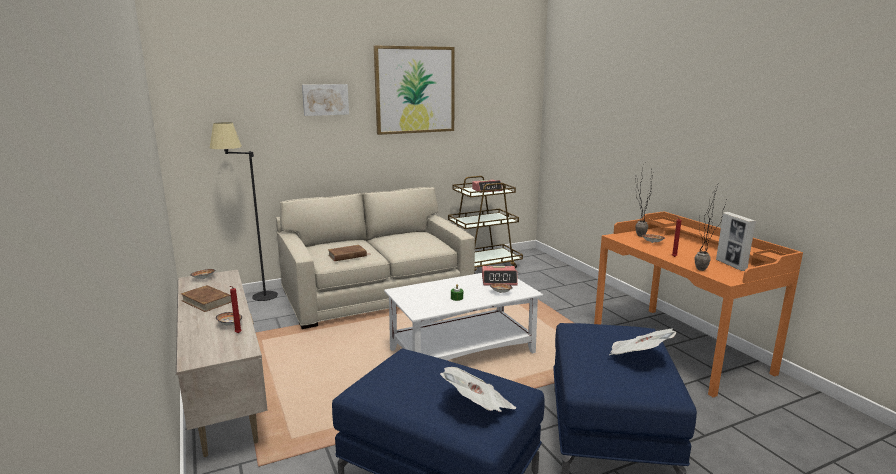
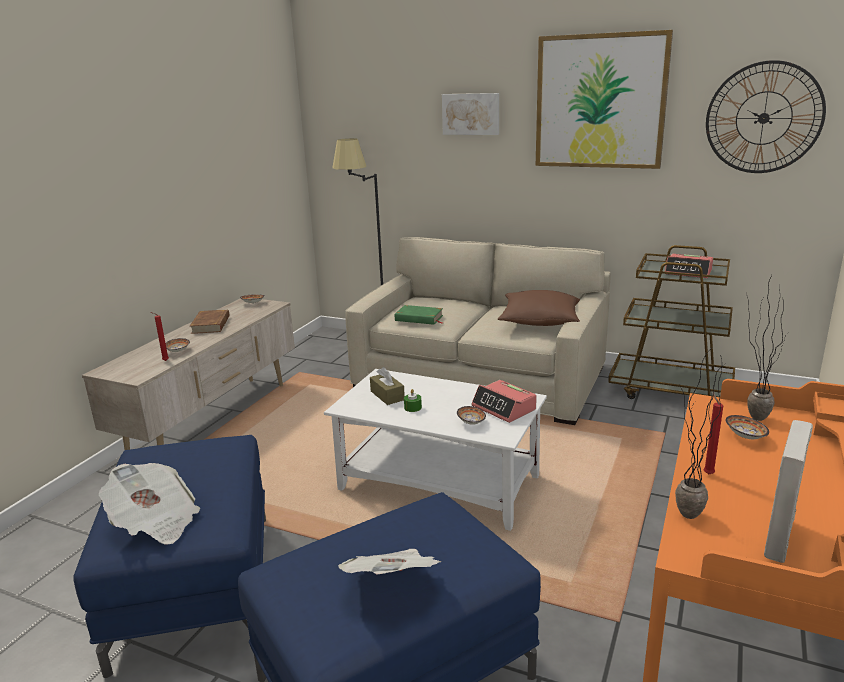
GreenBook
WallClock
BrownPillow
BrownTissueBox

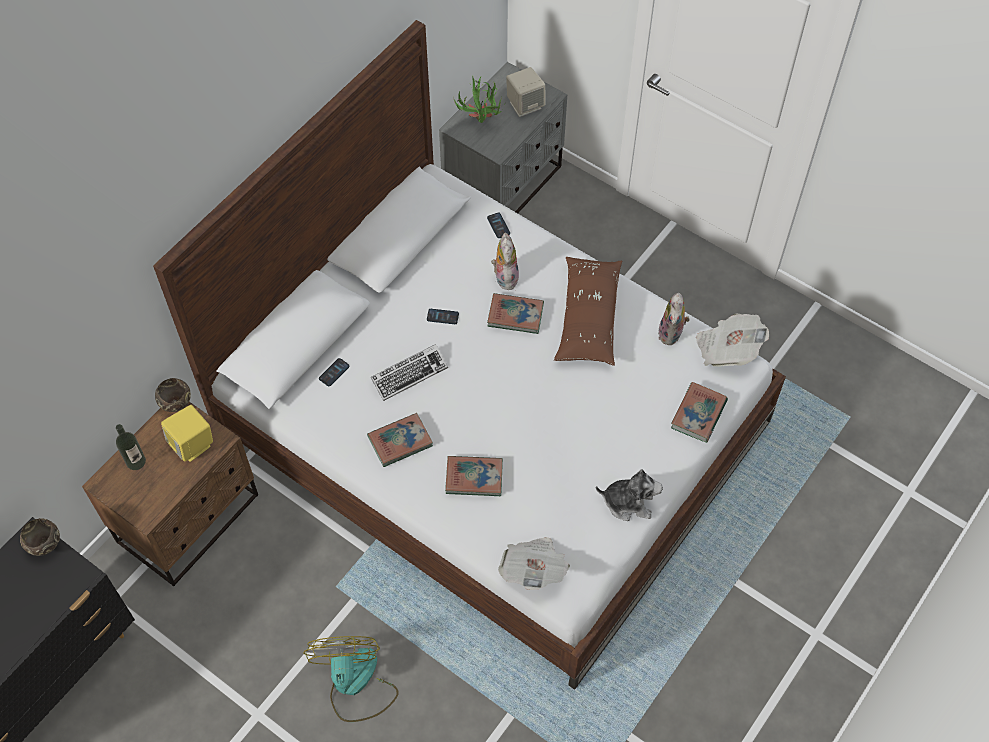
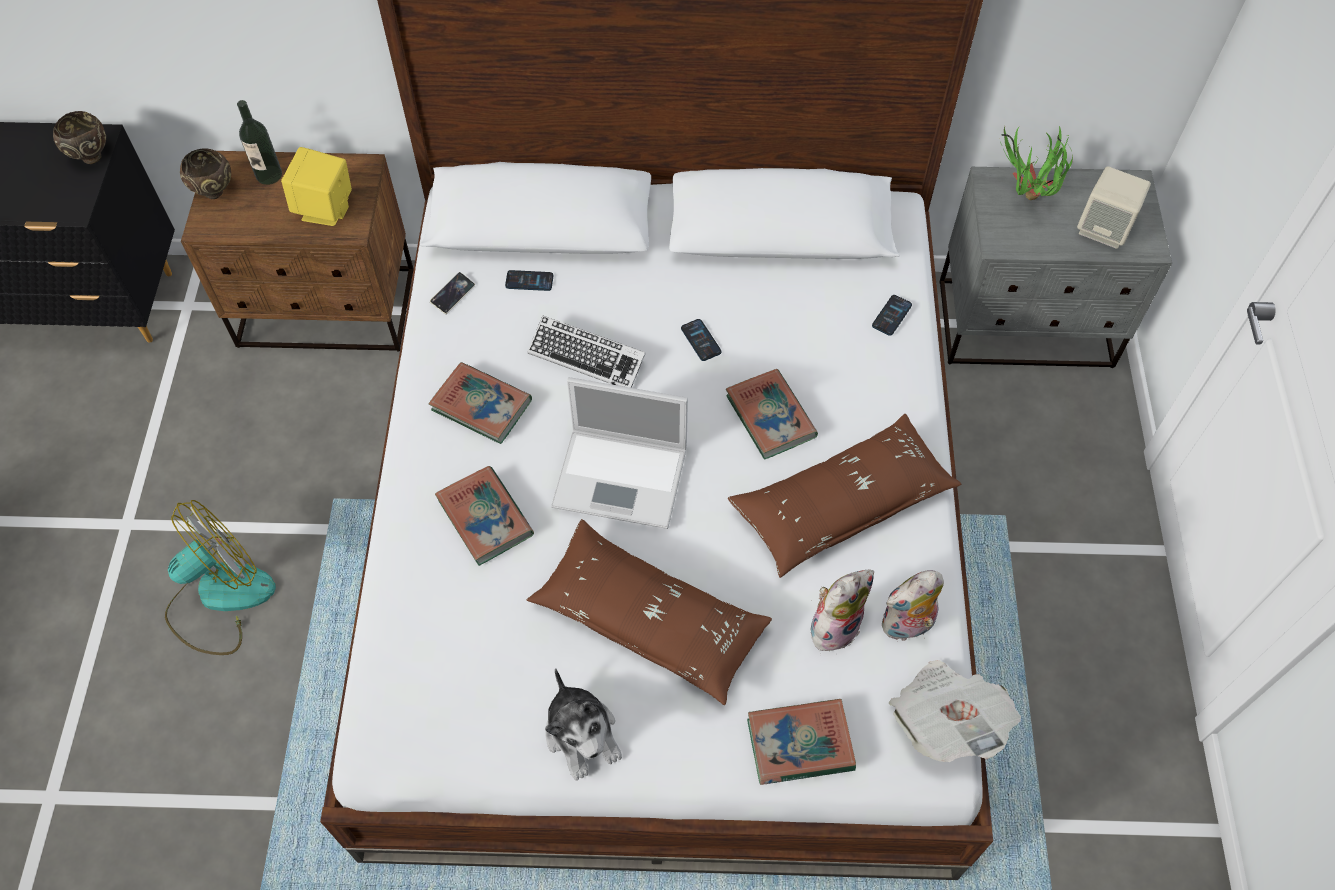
PlushToy (2nd from left)
BrownBowl (2nd from left)
Newspaper (1st from left in the first image)
Phone (1st from left)
Laptop
BrownPillow (1st from left)

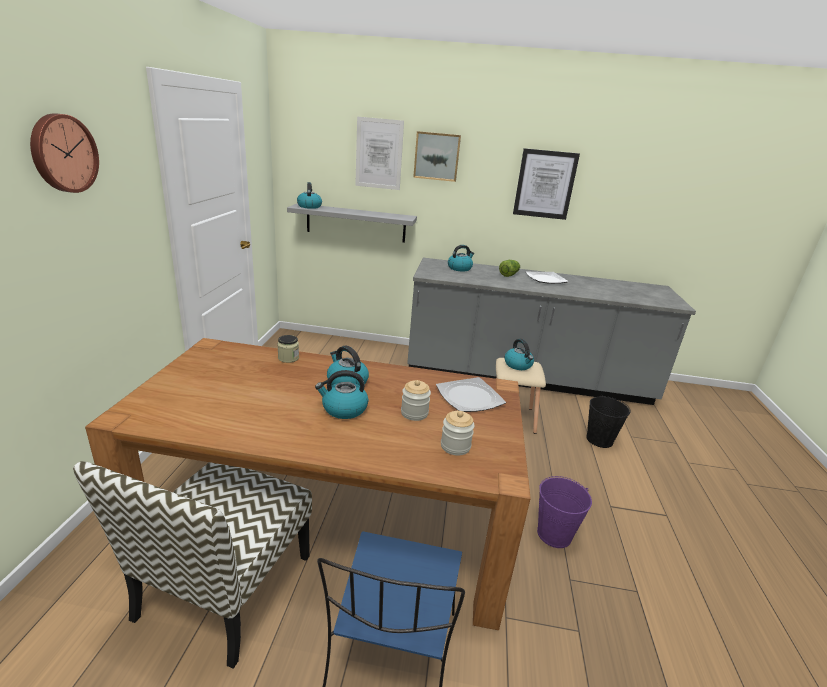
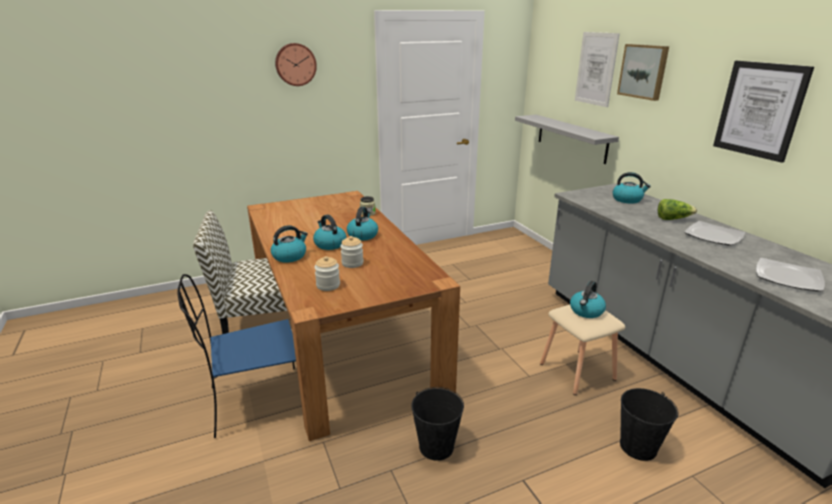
Kettle (1st from left)
Plate (2nd from left)
BlackBucket (1st from left)

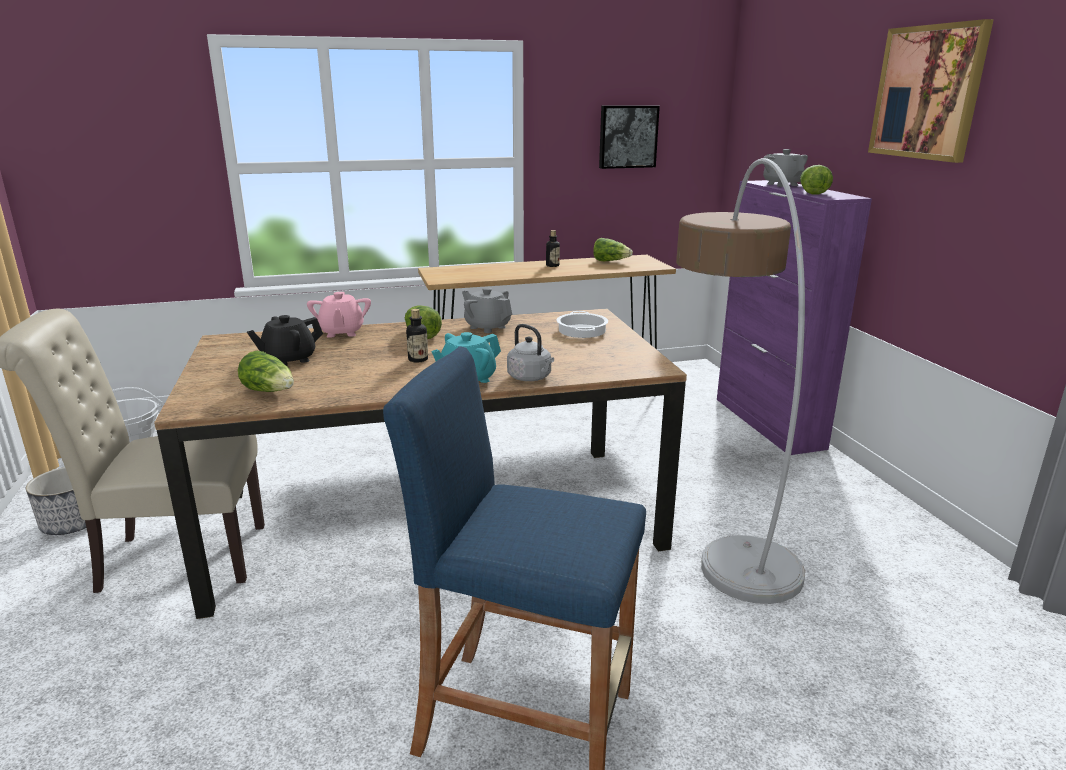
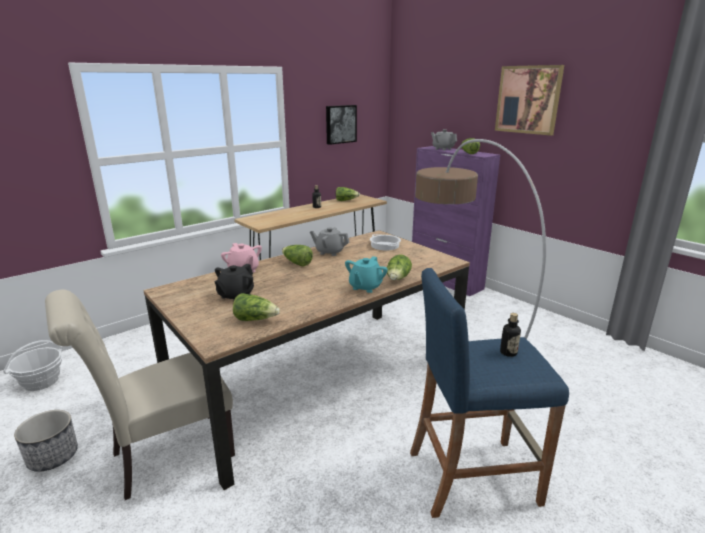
Bottle (2nd from left)
Lettuce (4th from left)

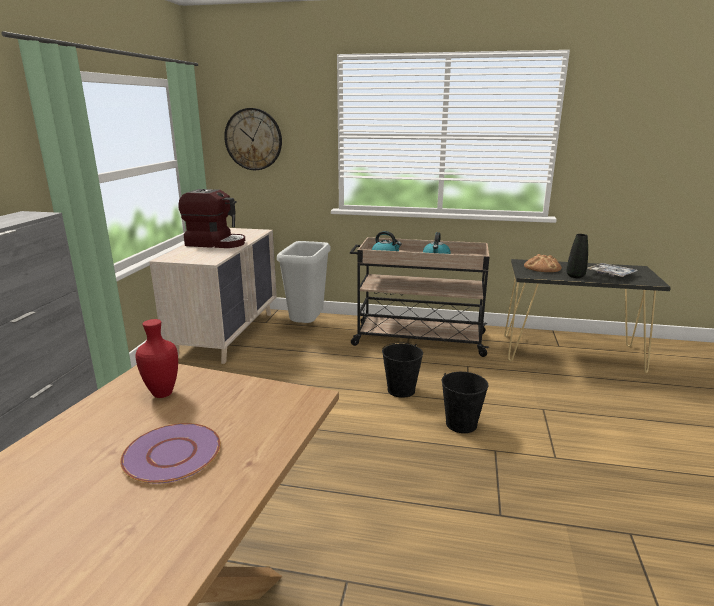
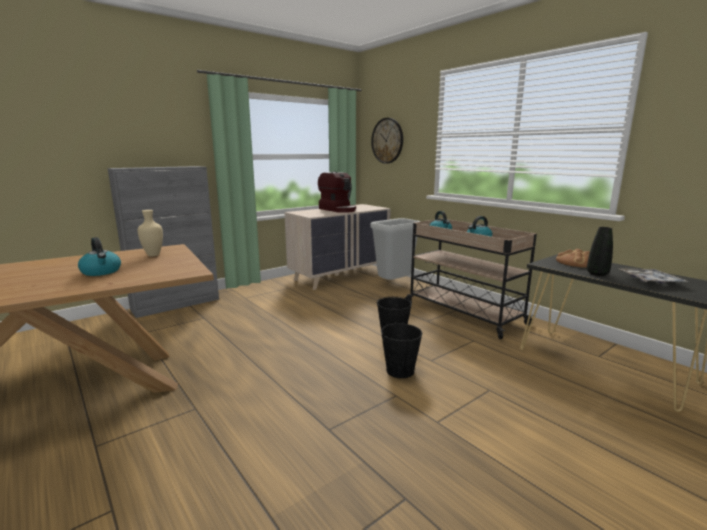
BeigeVase
Kettle (1st from left)

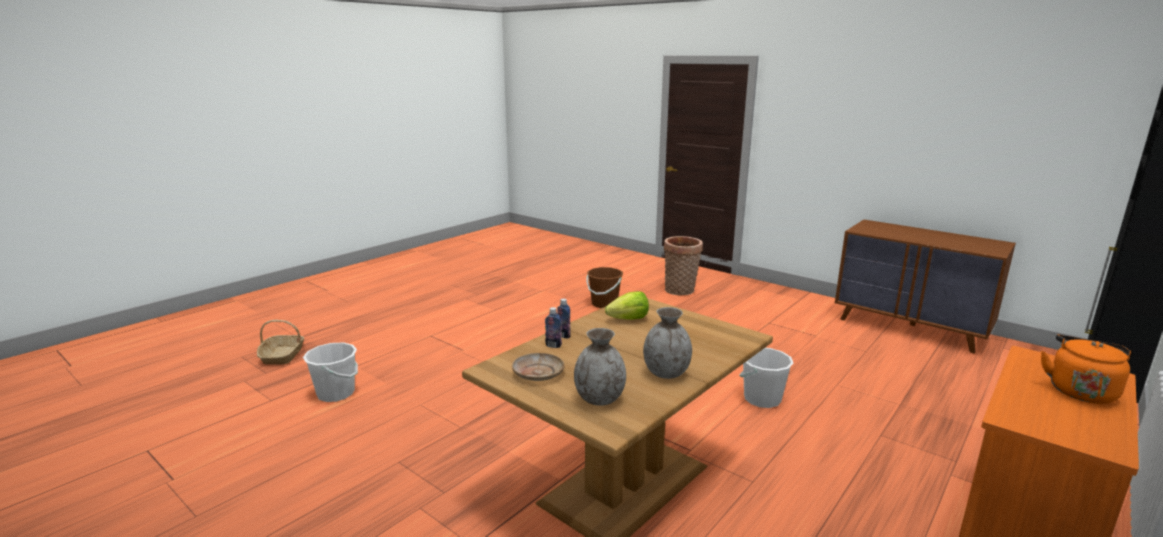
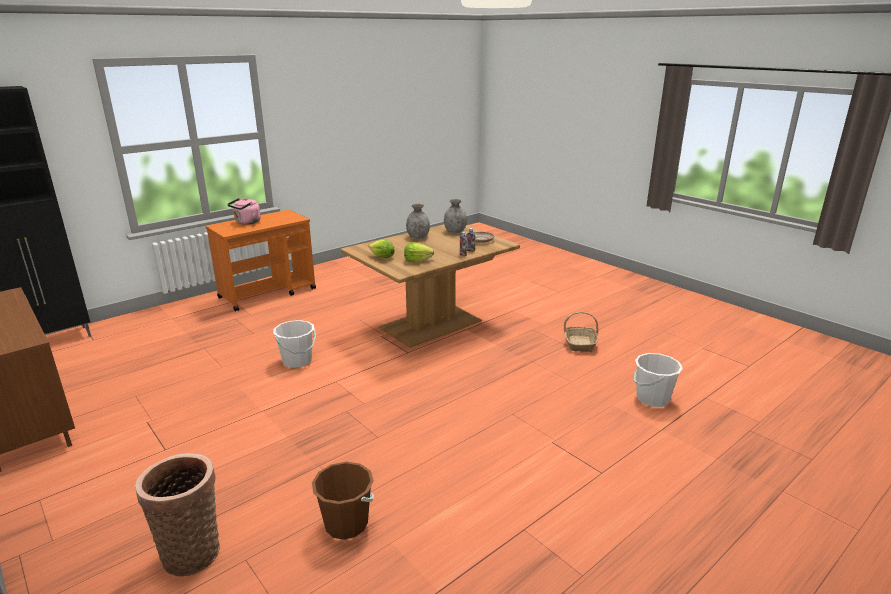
Basket (2nd from left)
PinkKettle
Lettuce (1st from left)

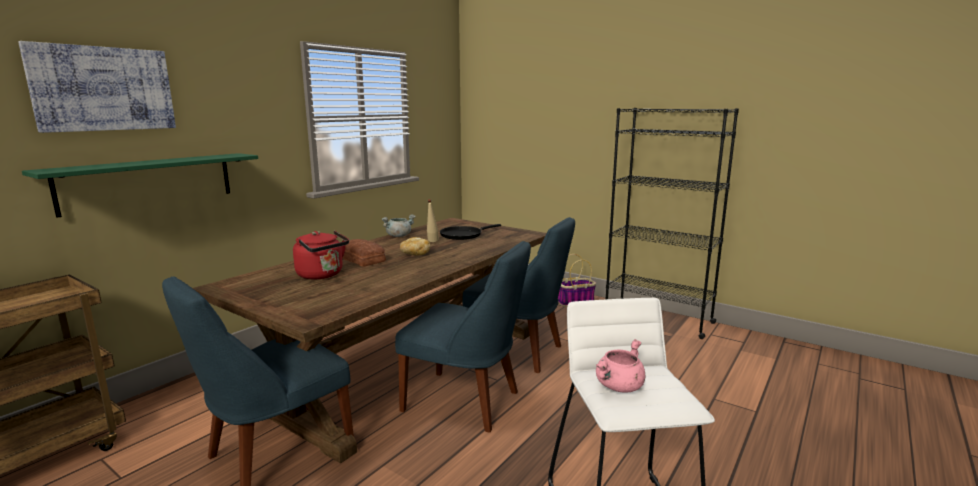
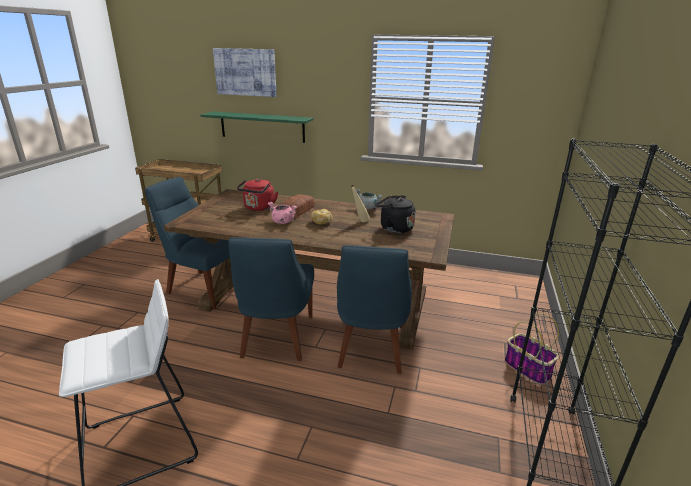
BlackKettle
PinkCookingPot

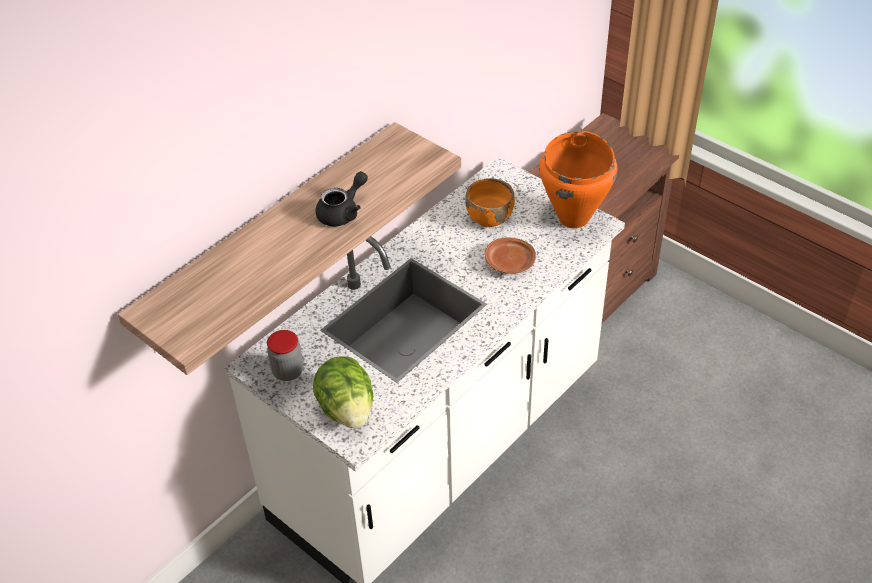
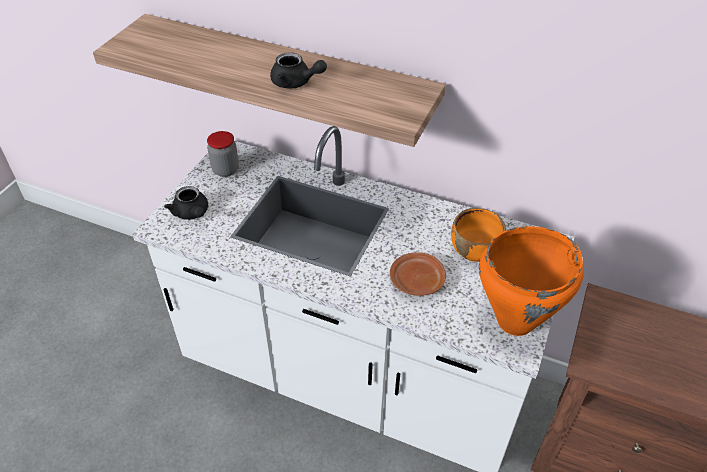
BlackTeapot (1st from left)

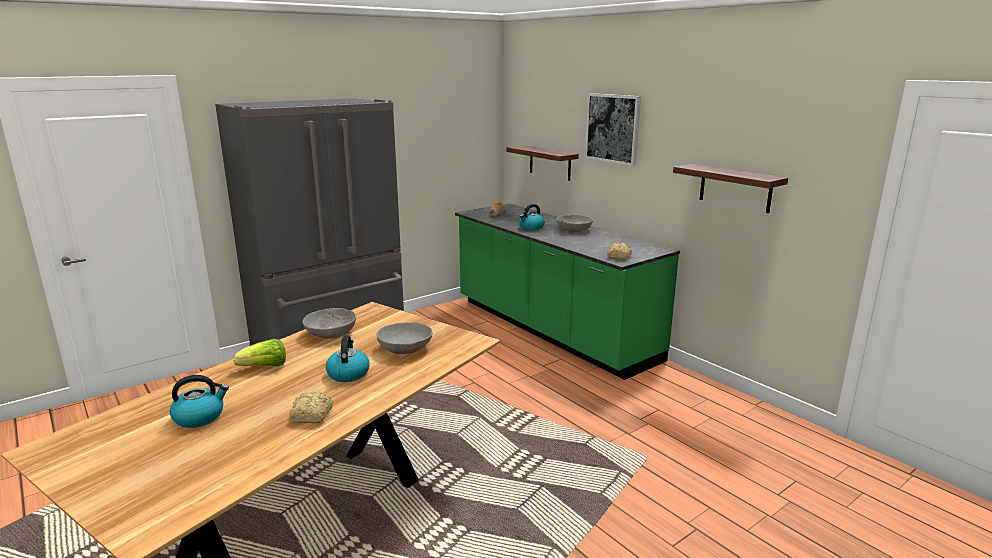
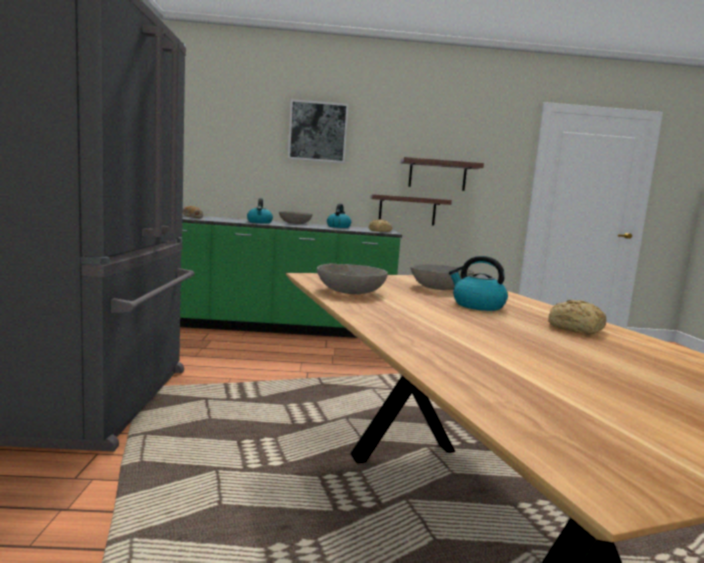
Shelf (1st from left)
Lettuce
Kettle (2nd from left)

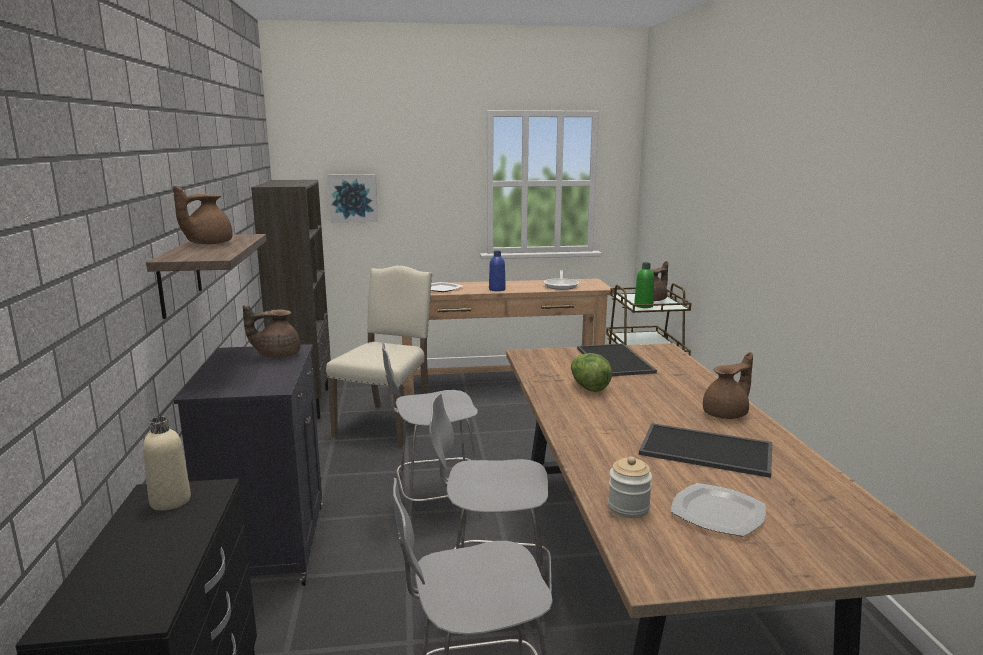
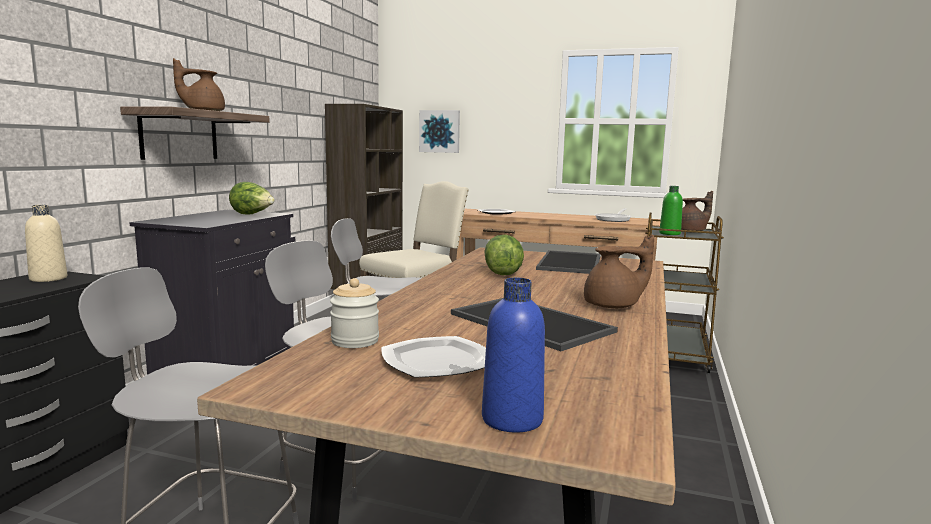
BlueBottle
Lettuce (1st from left)

